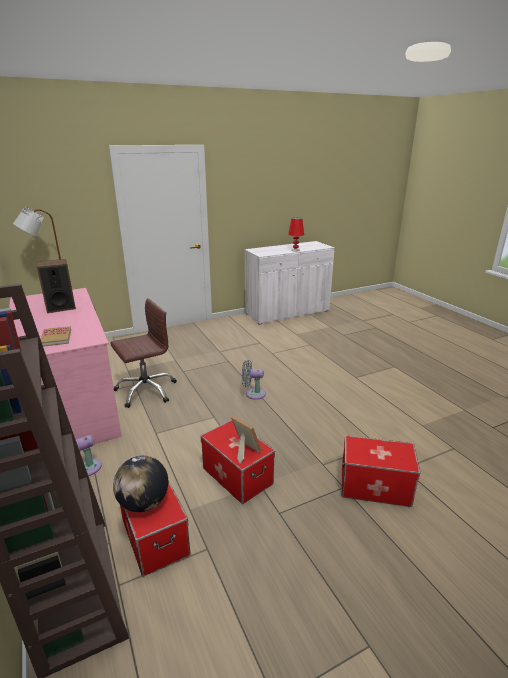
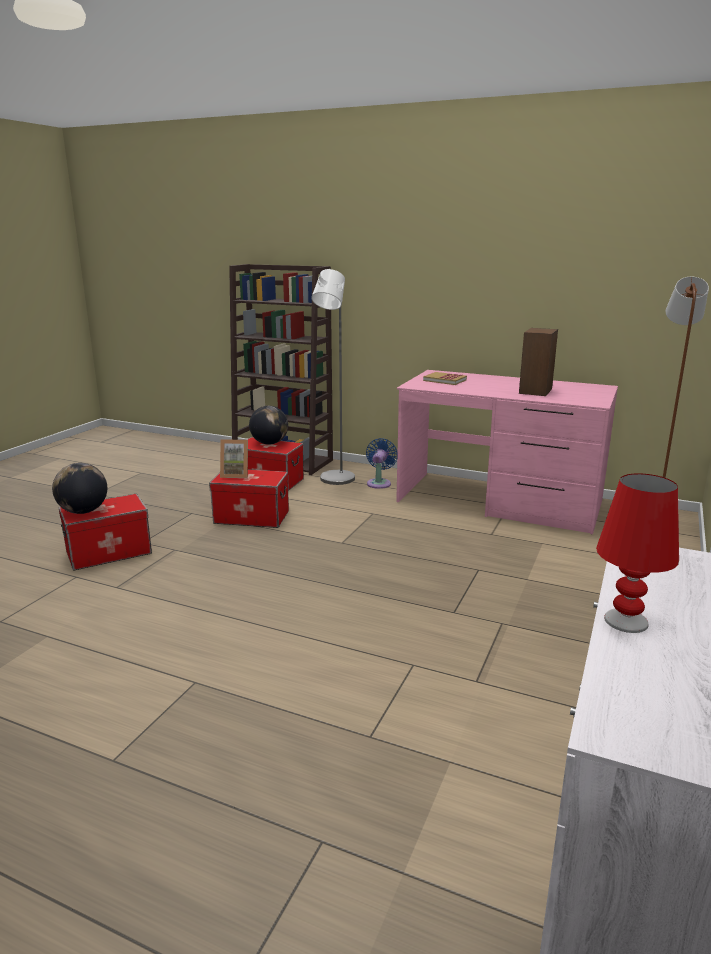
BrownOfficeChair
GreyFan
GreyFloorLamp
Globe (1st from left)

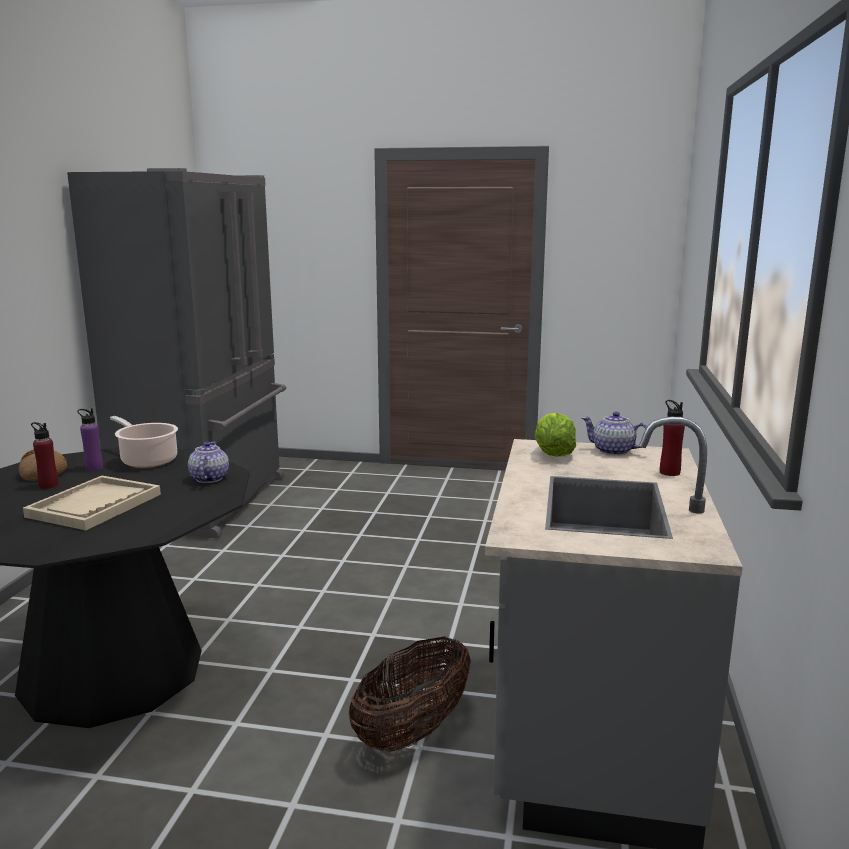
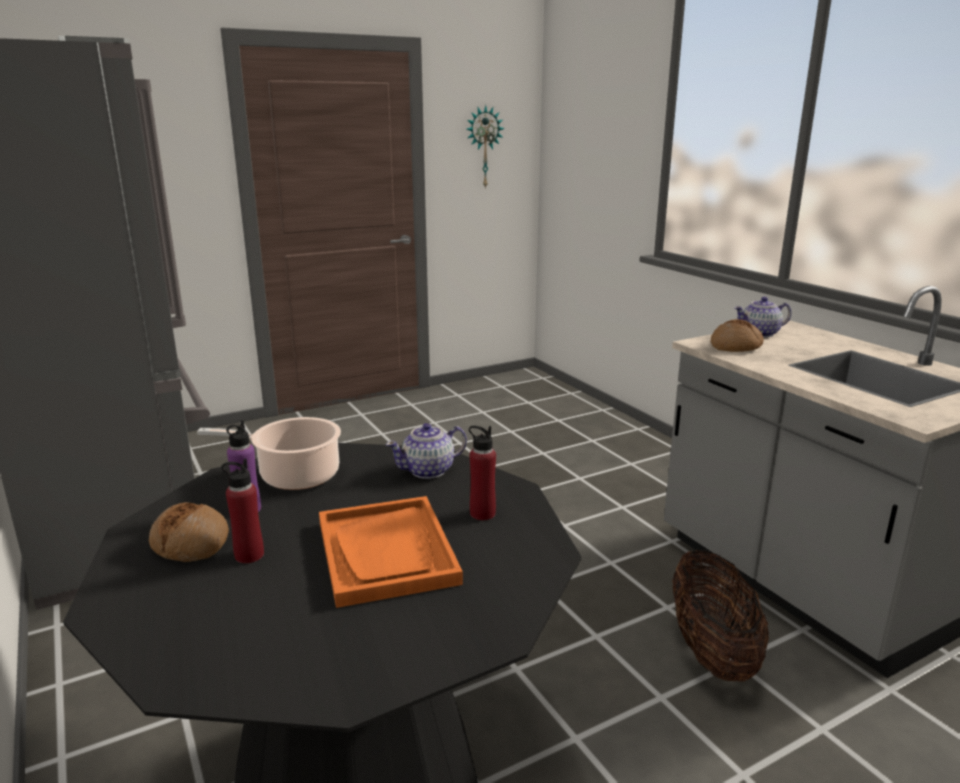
RedBottle (2nd from left)
Bread (2nd from left)
Teapot (1st from left)
OrangeTray
WallClock

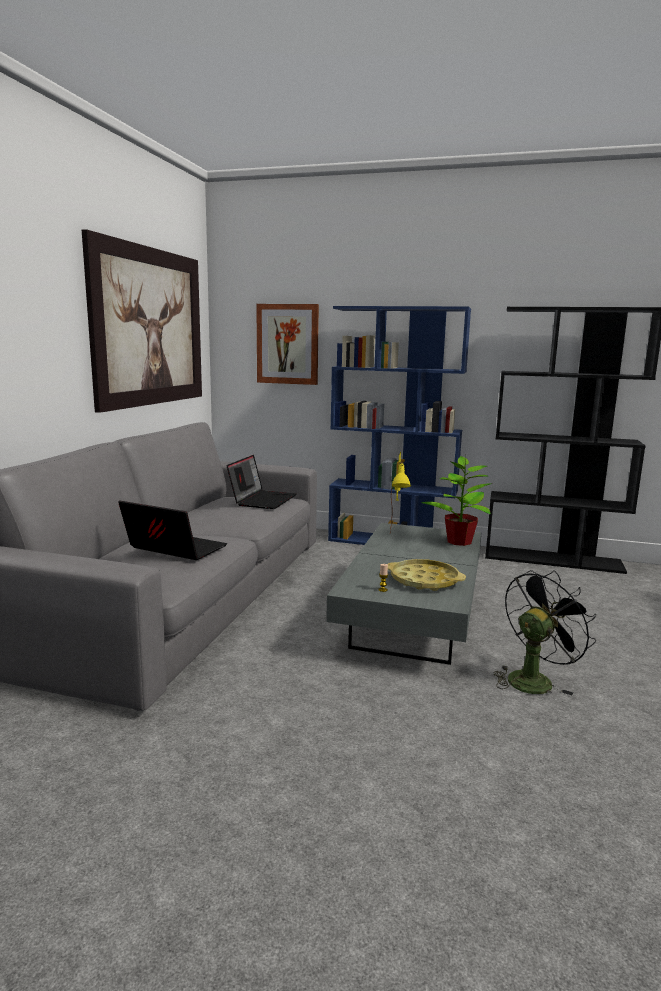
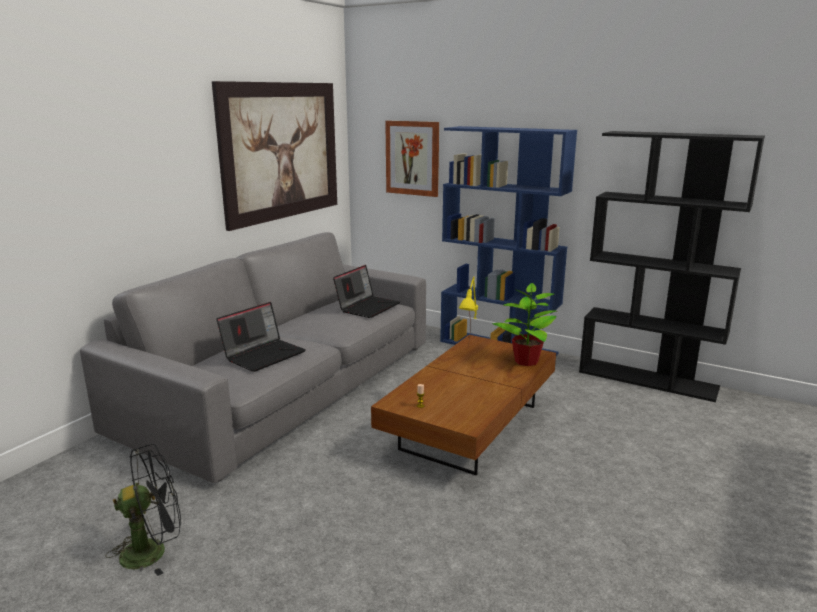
Laptop (1st from left)
BrownCoffeeTable
YellowTray
BlackFan

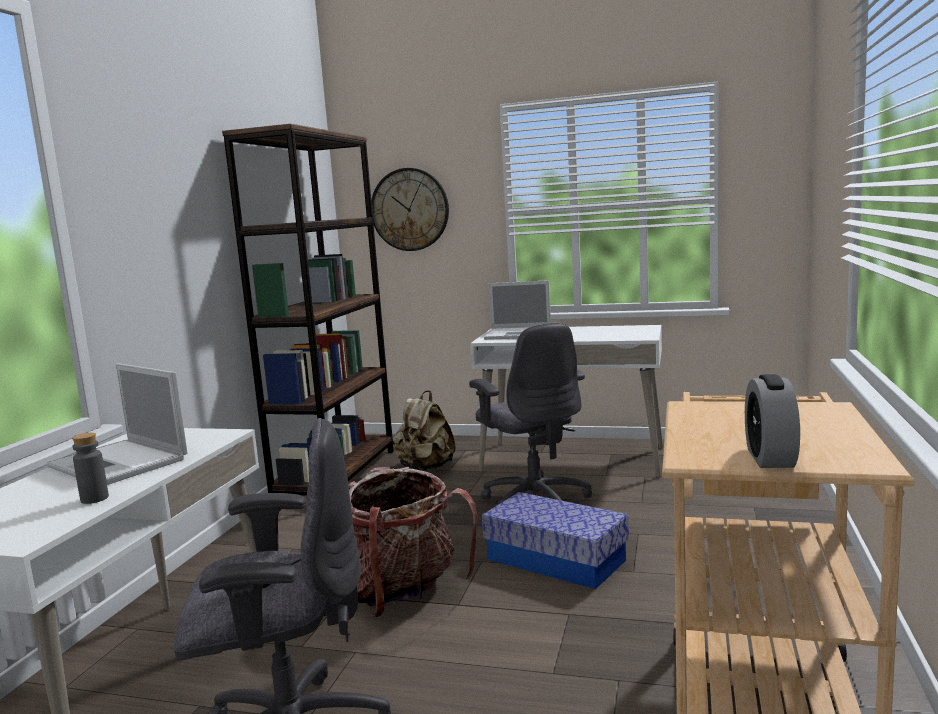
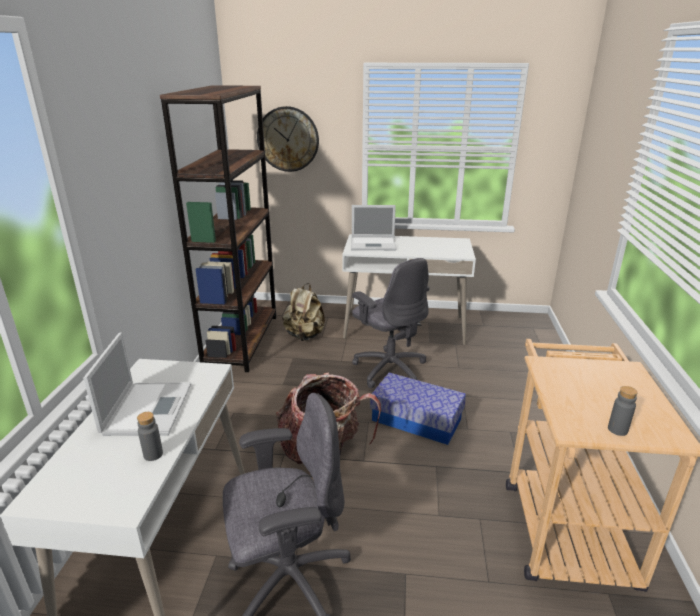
Laptop (1st from left)
GreyBottle (2nd from left)

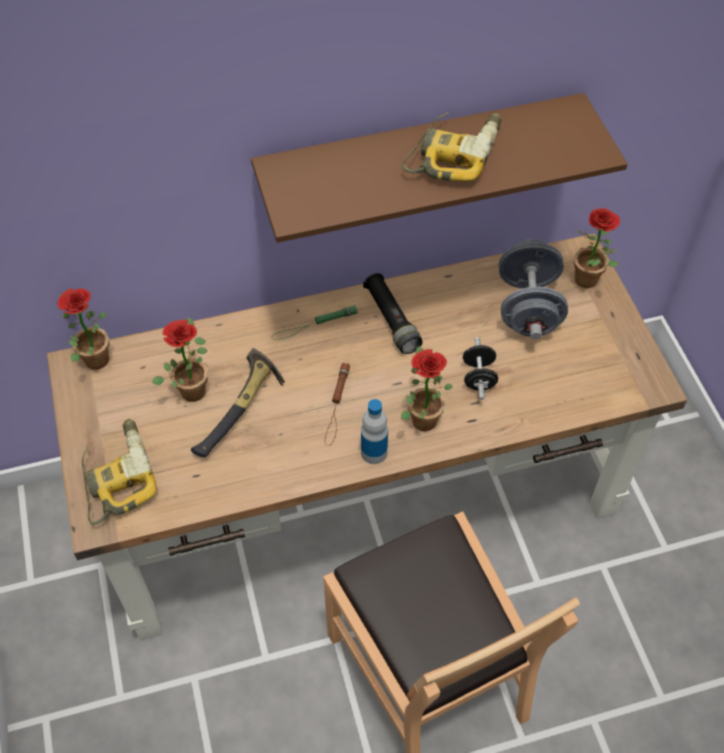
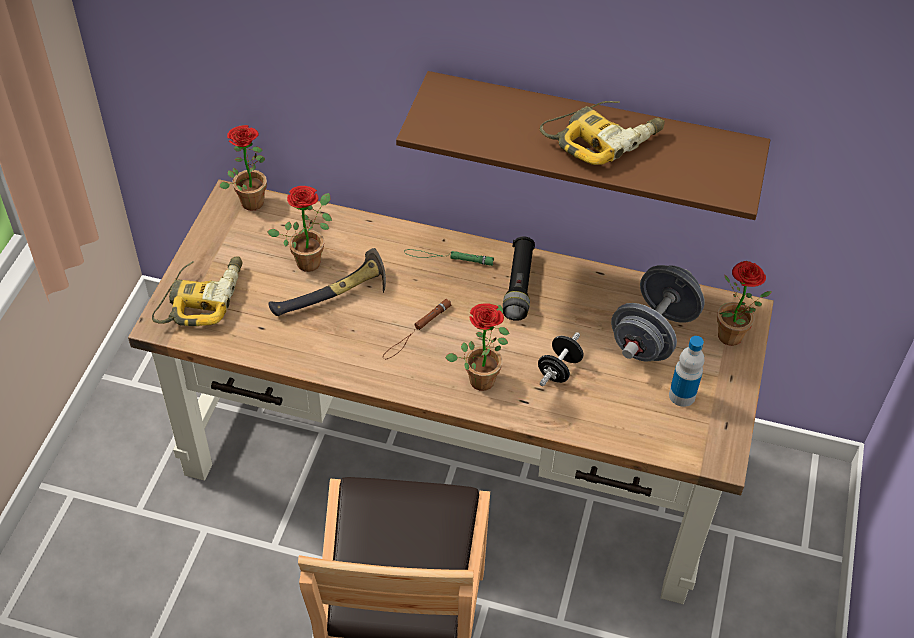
Bottle

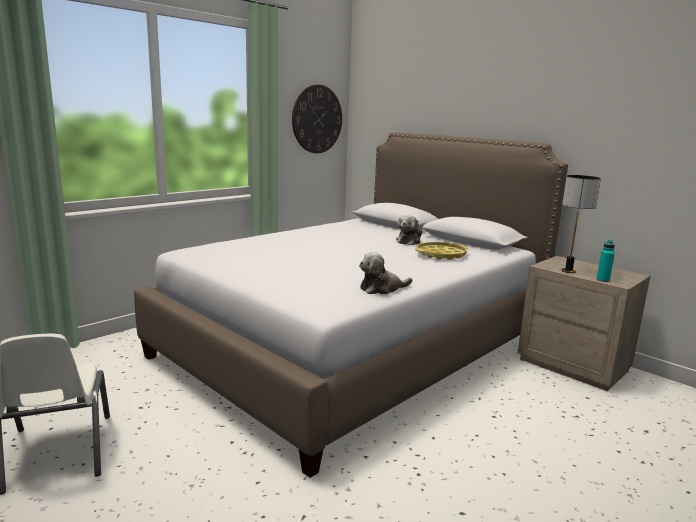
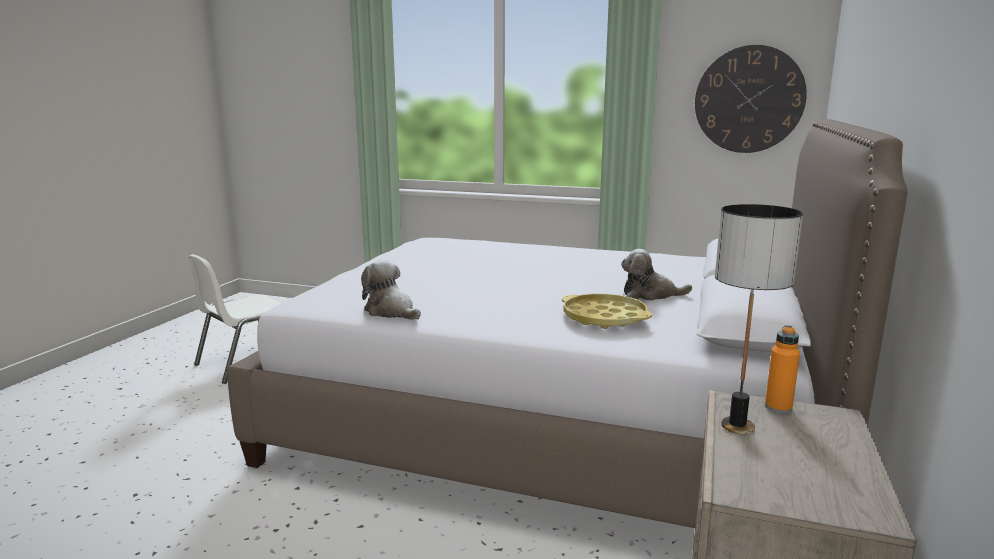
TurquoiseBottle
OrangeBottle

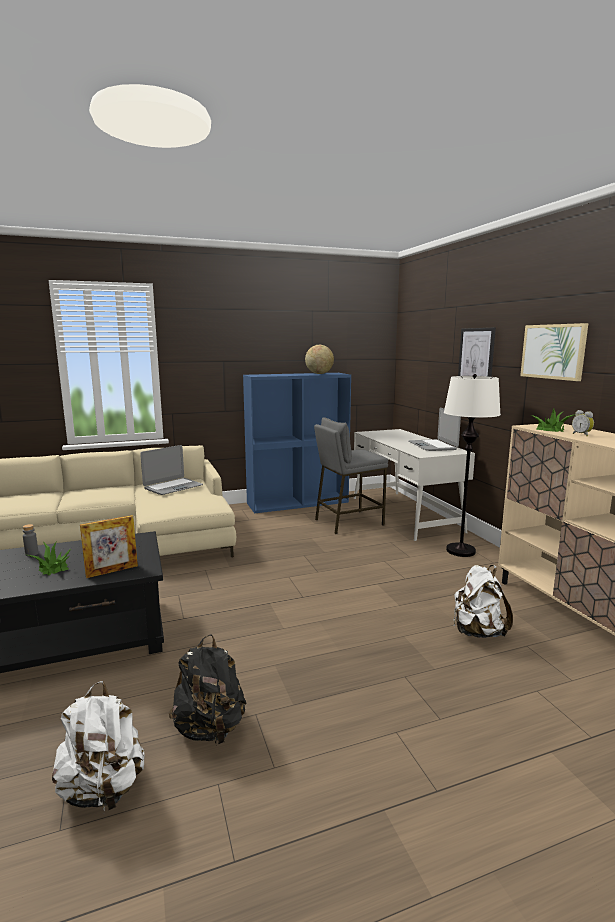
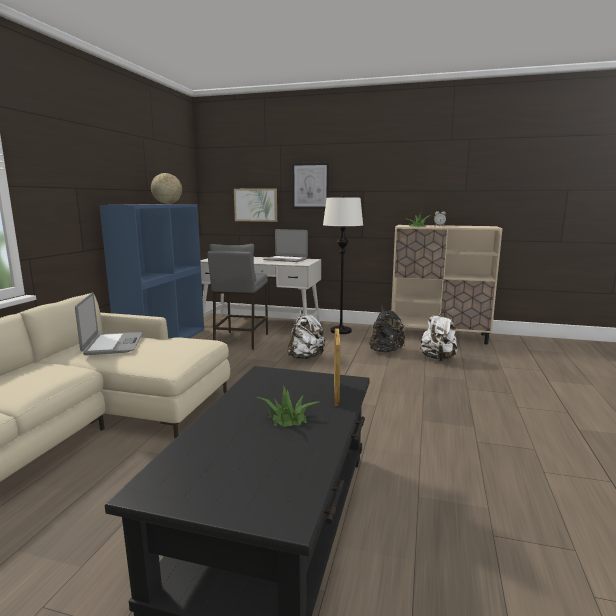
Picture (1st from left)
GreyBottle
BlackBackpack
WhiteBackpack (1st from left)

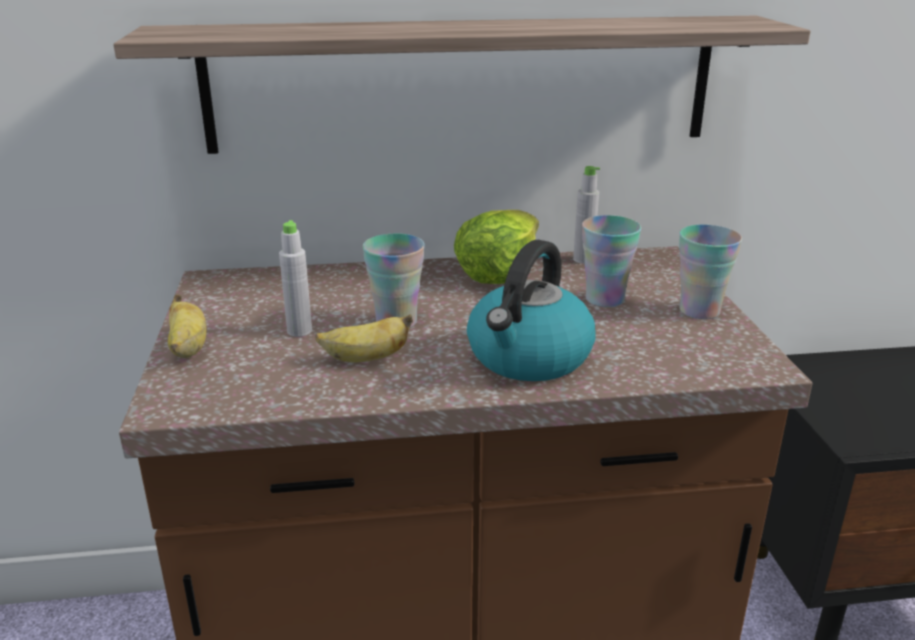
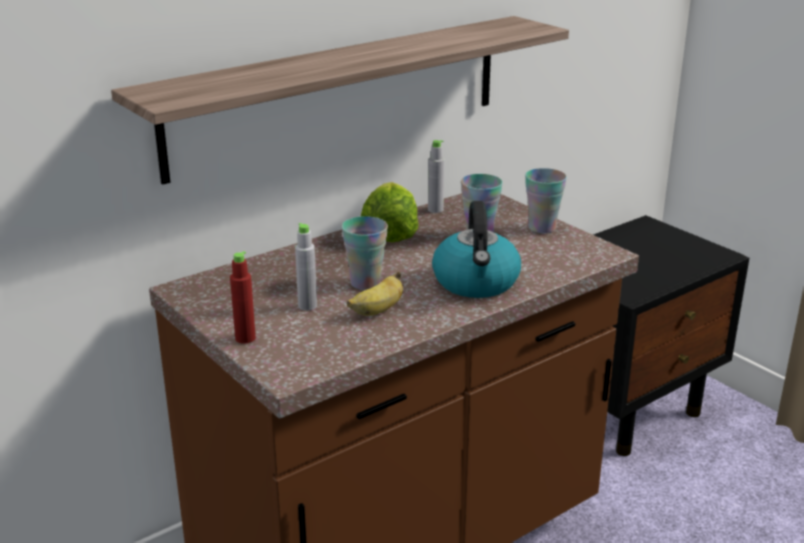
RedBottle

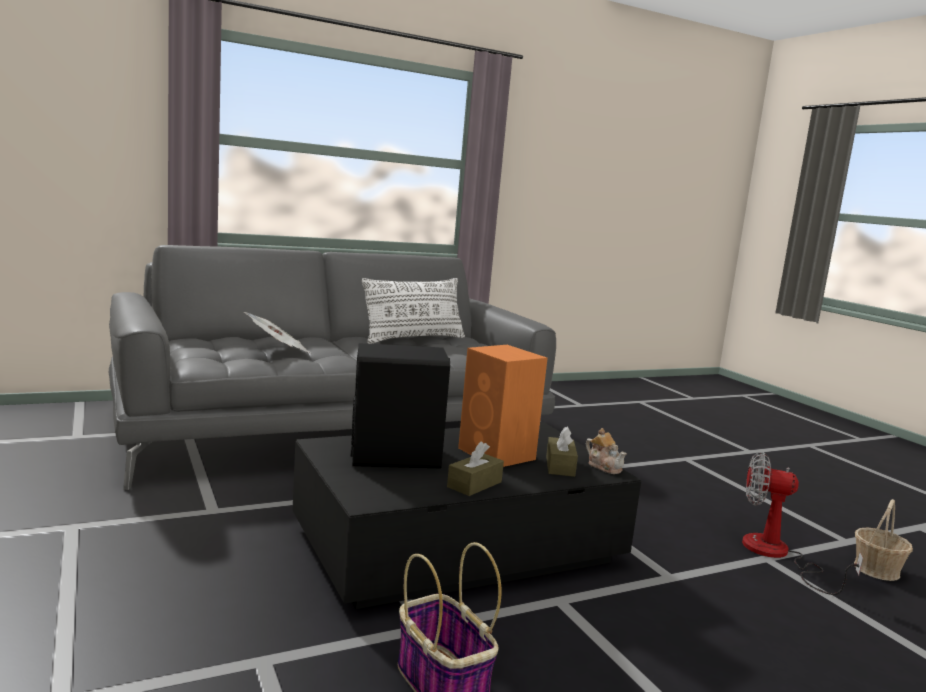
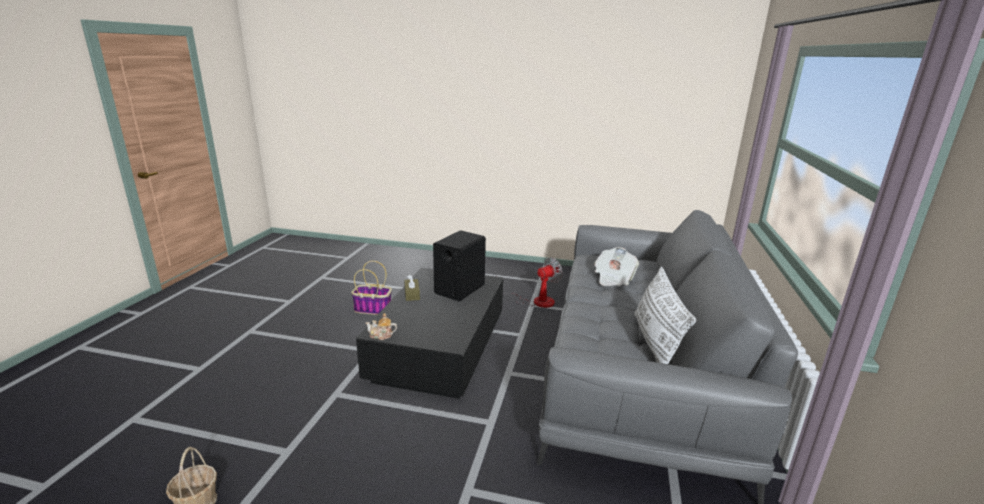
OrangeSpeaker
BrownTissueBox (2nd from left in the first image)
Fan

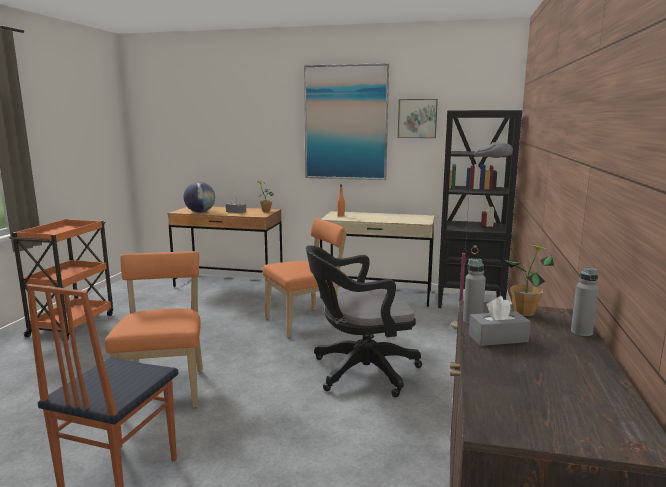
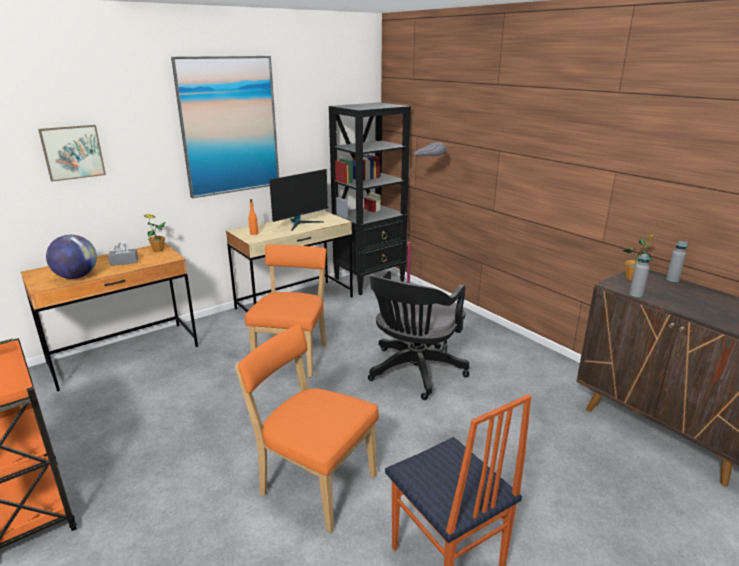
Picture (1st from left)
GreyTissueBox (2nd from left in the first image)
Monitor

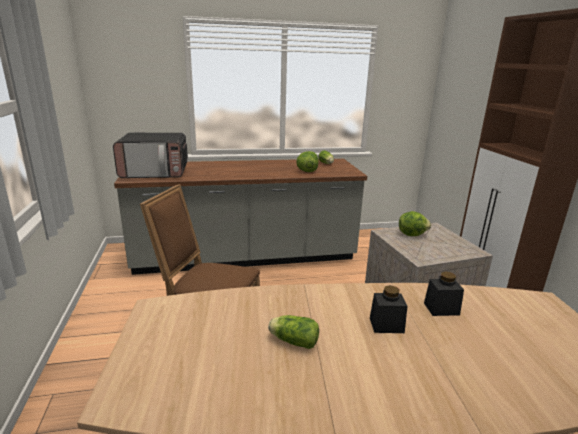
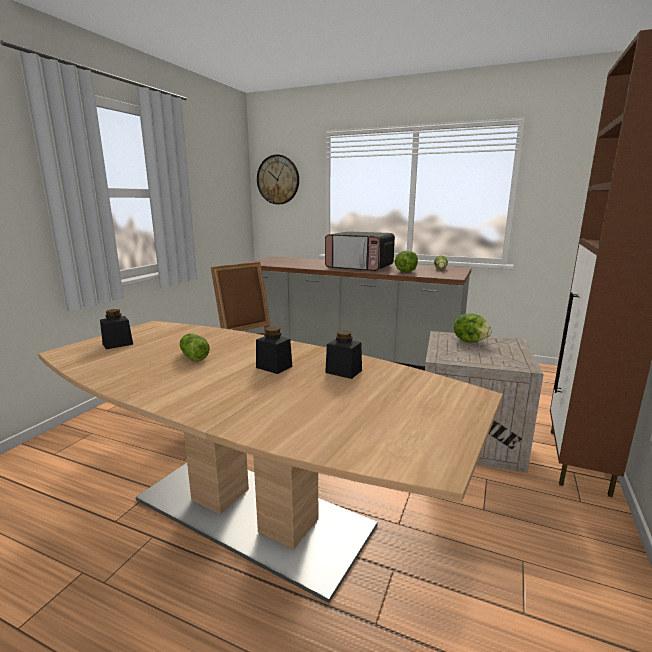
Microwave
WallClock
BlackJar (1st from left)

